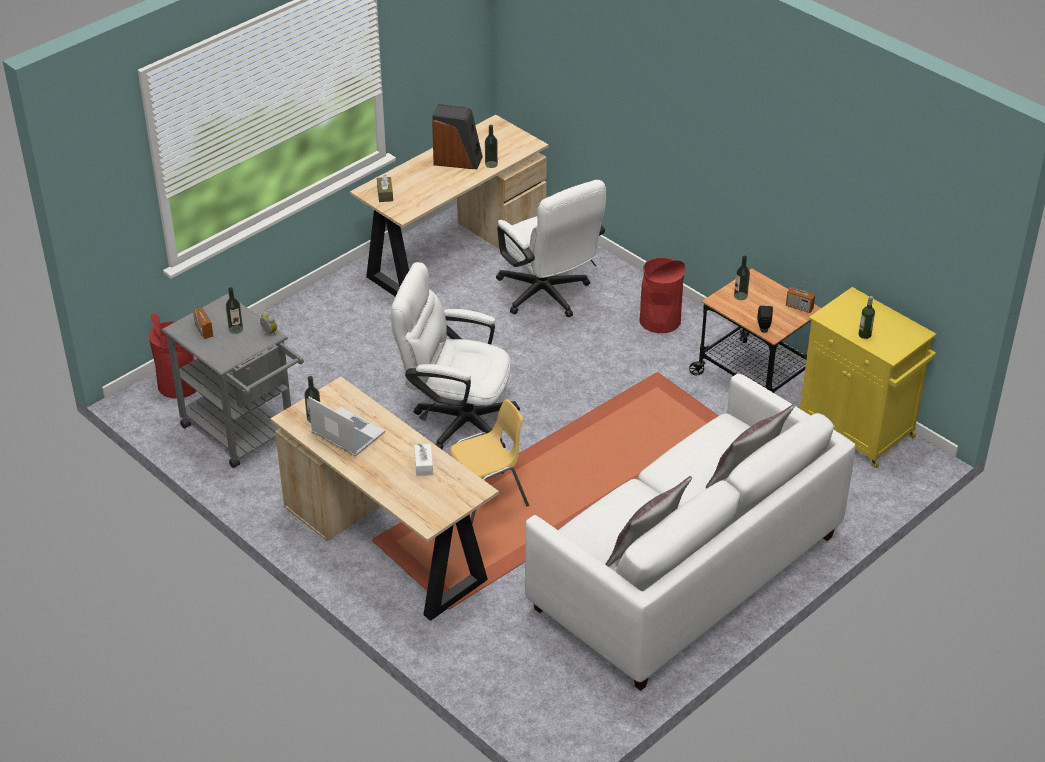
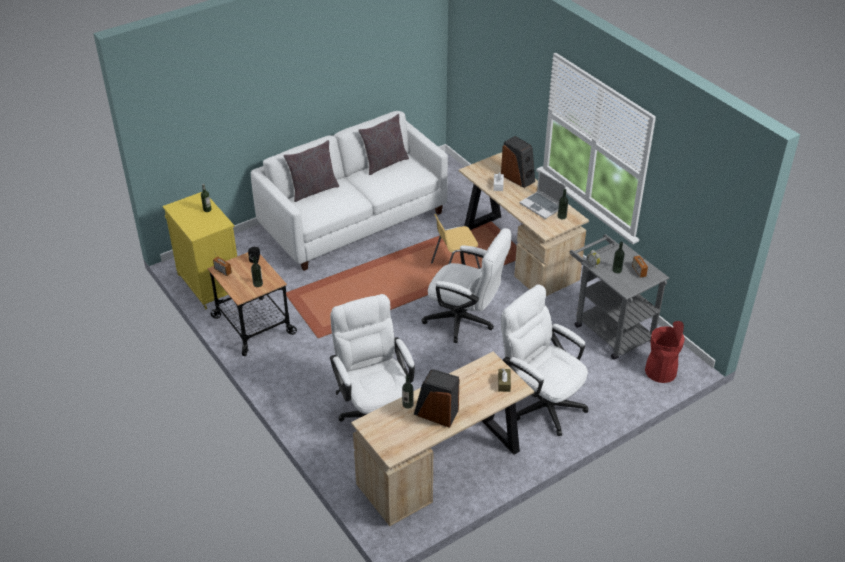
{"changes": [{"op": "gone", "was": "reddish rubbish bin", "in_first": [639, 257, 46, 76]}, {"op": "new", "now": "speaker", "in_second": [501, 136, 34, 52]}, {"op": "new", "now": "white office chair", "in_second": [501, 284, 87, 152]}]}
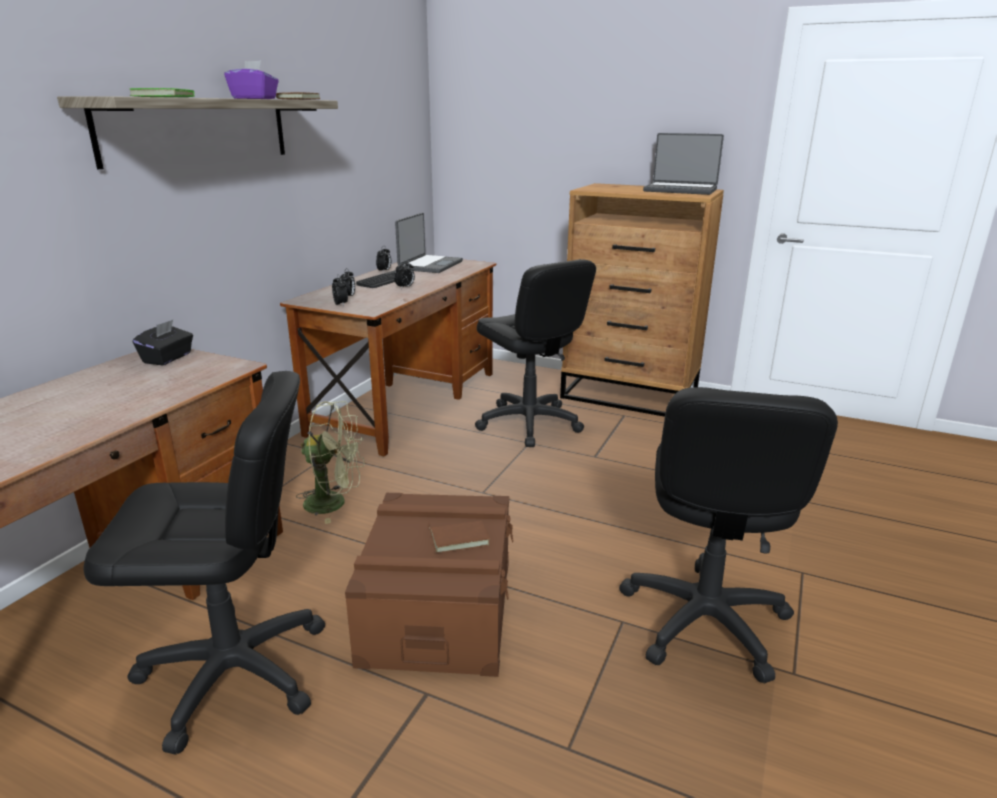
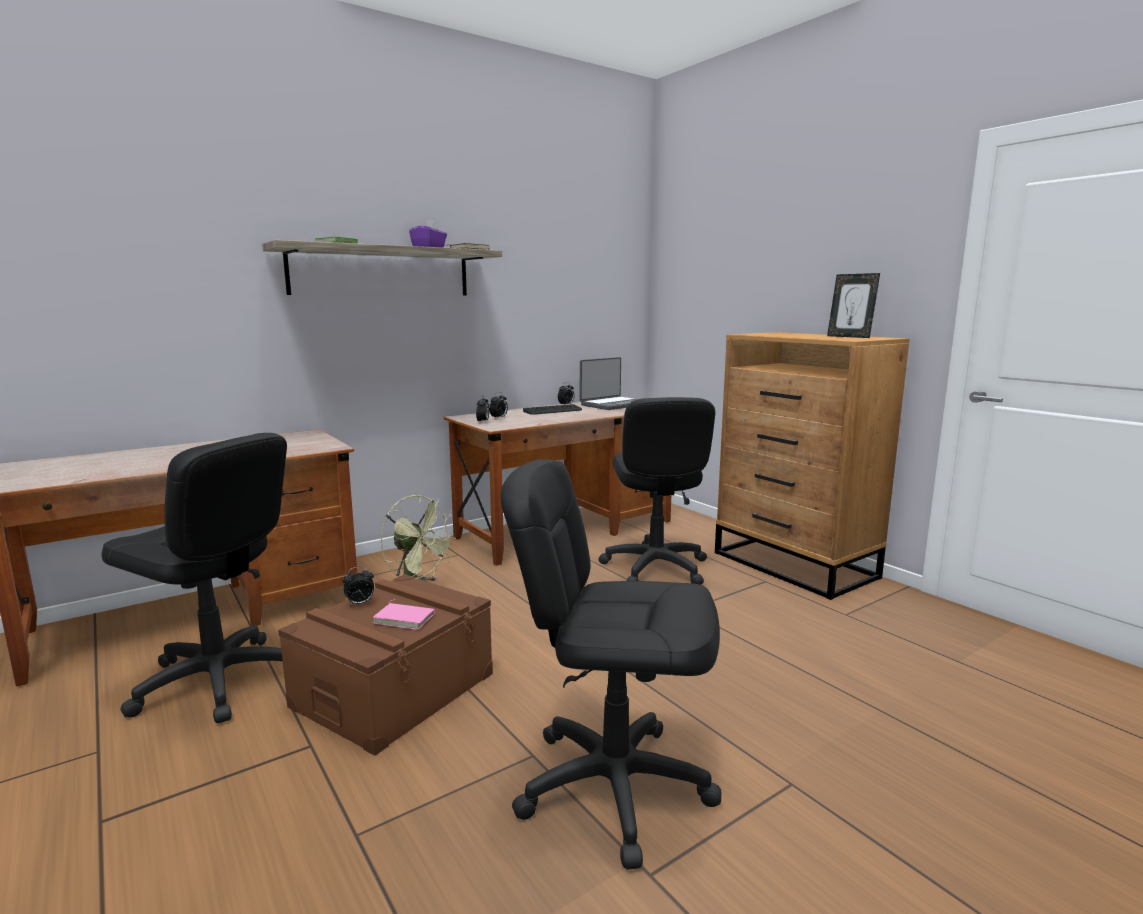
{"changes": [{"op": "swapped", "was": "laptop", "now": "picture frame", "in_first": [643, 133, 81, 62], "in_second": [827, 273, 53, 65]}, {"op": "shifted", "was": "bedside clock", "in_first": [394, 260, 21, 29], "in_second": [342, 566, 32, 40]}, {"op": "gone", "was": "blackish box of tissues", "in_first": [133, 320, 60, 45]}, {"op": "rotated", "was": "blackish office chair", "in_first": [619, 387, 219, 296], "in_second": [500, 459, 221, 411], "clockwise": 60}, {"op": "repainted", "was": "brown bound book", "now": "pink bound book", "in_first": [428, 520, 62, 33], "in_second": [372, 599, 63, 31]}]}
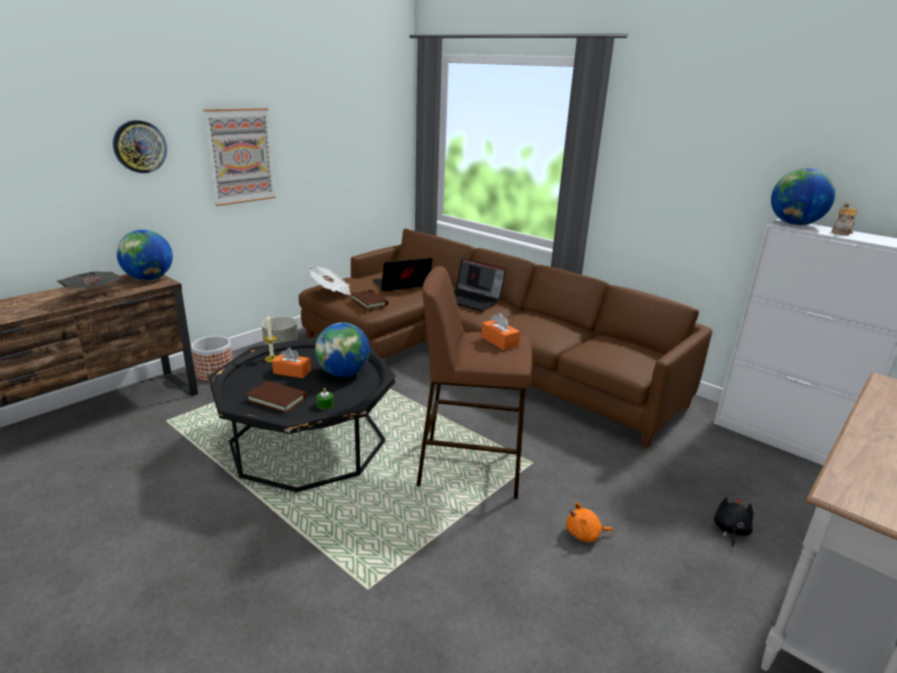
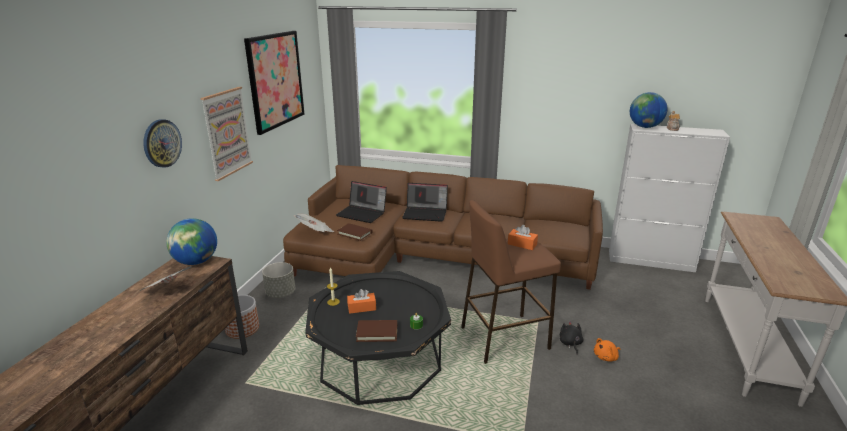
{"changes": [{"op": "rotated", "was": "laptop", "in_first": [372, 257, 61, 34], "in_second": [336, 181, 51, 42], "clockwise": -105}, {"op": "gone", "was": "desk globe", "in_first": [315, 322, 55, 55]}, {"op": "shifted", "was": "blackish cuddly toy", "in_first": [714, 497, 39, 50], "in_second": [560, 321, 23, 33]}, {"op": "new", "now": "wall picture", "in_second": [244, 31, 61, 104]}]}
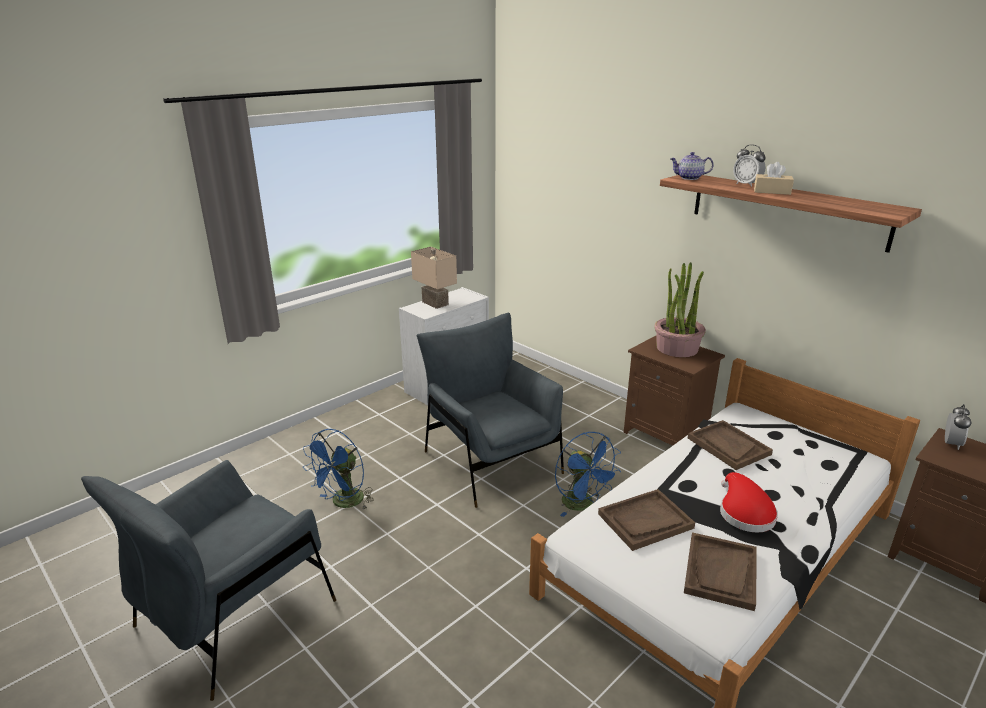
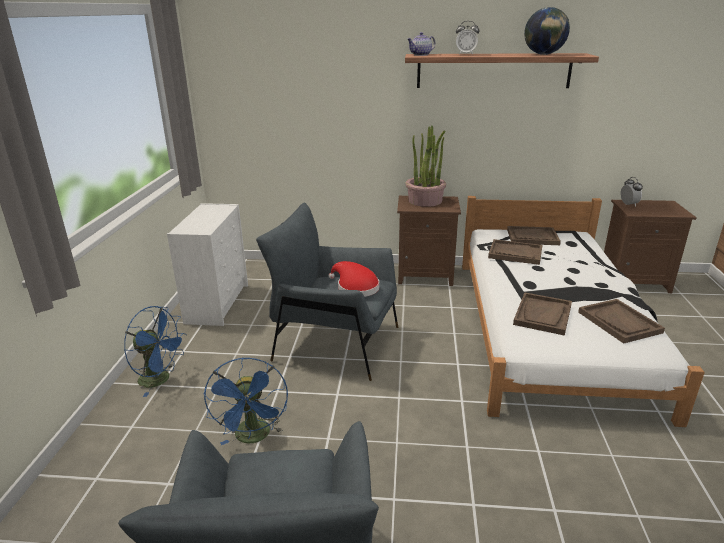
{"changes": [{"op": "gone", "was": "beige-coloured box of tissues", "in_first": [754, 162, 40, 33]}, {"op": "gone", "was": "beige-coloured lamp for a table", "in_first": [411, 247, 46, 62]}, {"op": "shifted", "was": "blue electric fan", "in_first": [555, 432, 66, 85], "in_second": [124, 306, 62, 91]}, {"op": "shifted", "was": "reddish hat", "in_first": [720, 472, 58, 61], "in_second": [329, 261, 50, 36]}, {"op": "new", "now": "desk globe", "in_second": [524, 7, 46, 48]}, {"op": "new", "now": "brown tray", "in_second": [507, 226, 54, 19]}]}
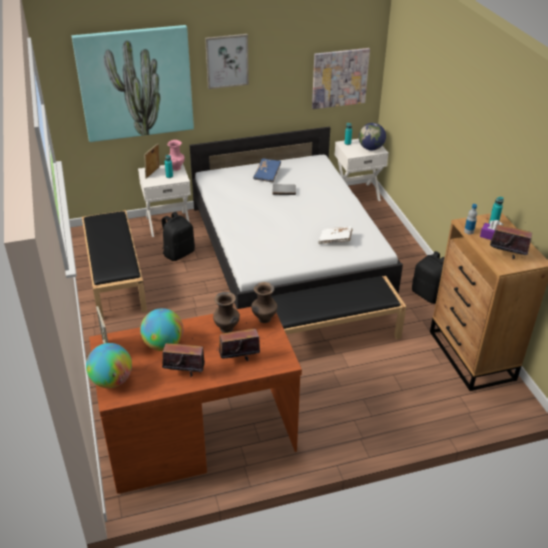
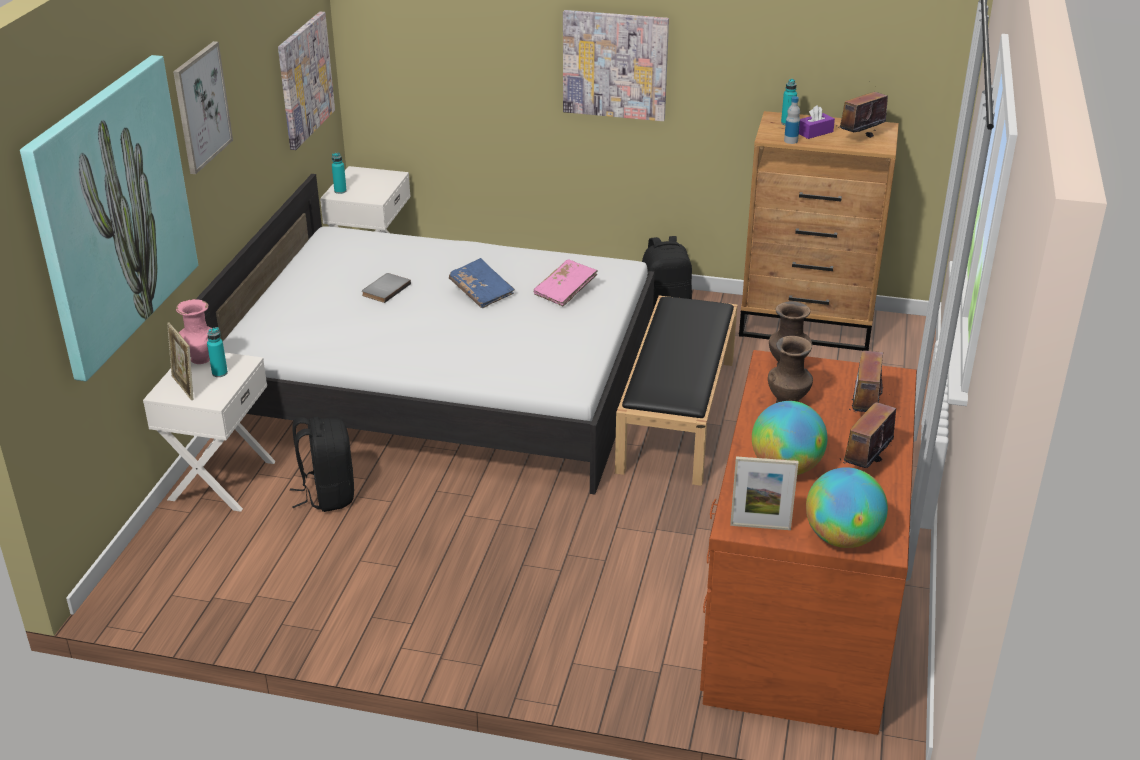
{"changes": [{"op": "gone", "was": "desk globe", "in_first": [359, 123, 27, 27]}, {"op": "shifted", "was": "blue bound book", "in_first": [253, 158, 28, 24], "in_second": [449, 258, 66, 50]}, {"op": "gone", "was": "blackish indoor bench", "in_first": [82, 210, 65, 110]}, {"op": "repainted", "was": "white bound book", "now": "pink bound book", "in_first": [318, 226, 35, 18], "in_second": [534, 259, 63, 48]}, {"op": "new", "now": "wall picture", "in_second": [563, 10, 106, 111]}]}
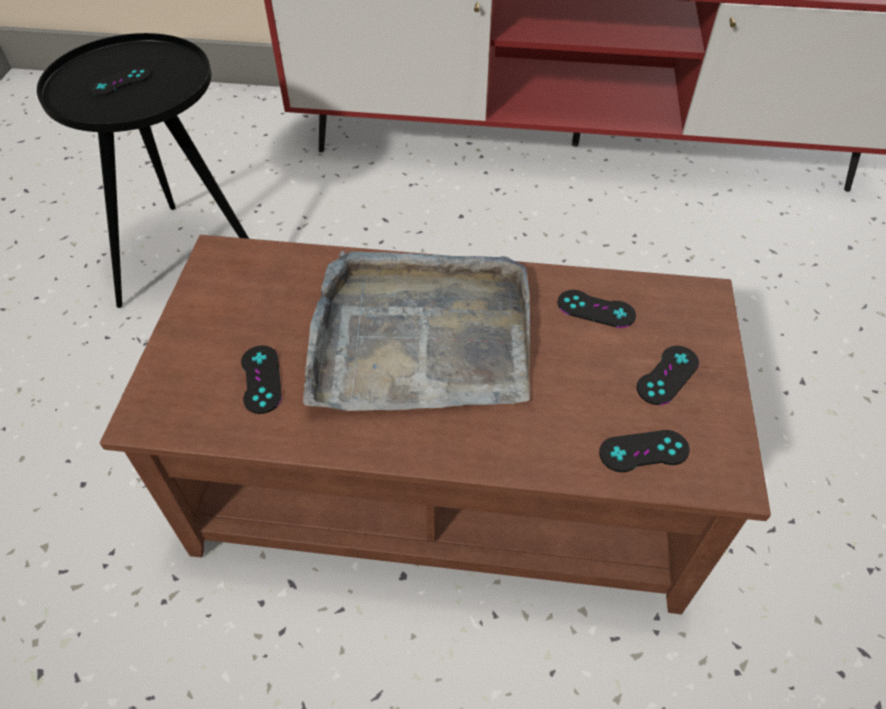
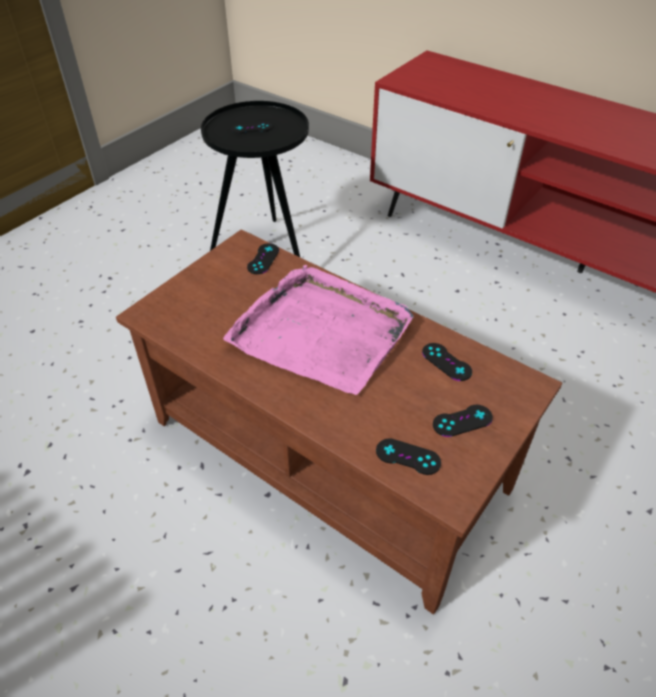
{"changes": [{"op": "repainted", "was": "grey tray", "now": "pink tray", "in_first": [303, 251, 227, 160], "in_second": [223, 265, 191, 130]}, {"op": "shifted", "was": "blackish game controller", "in_first": [241, 346, 41, 68], "in_second": [247, 243, 32, 31]}]}
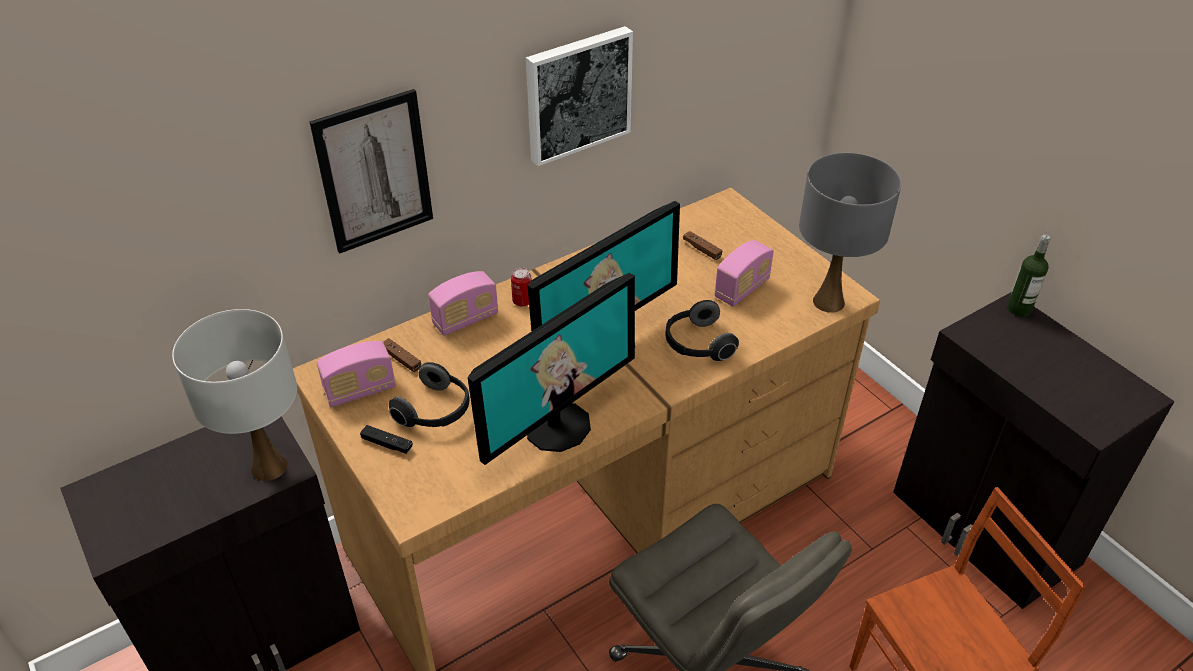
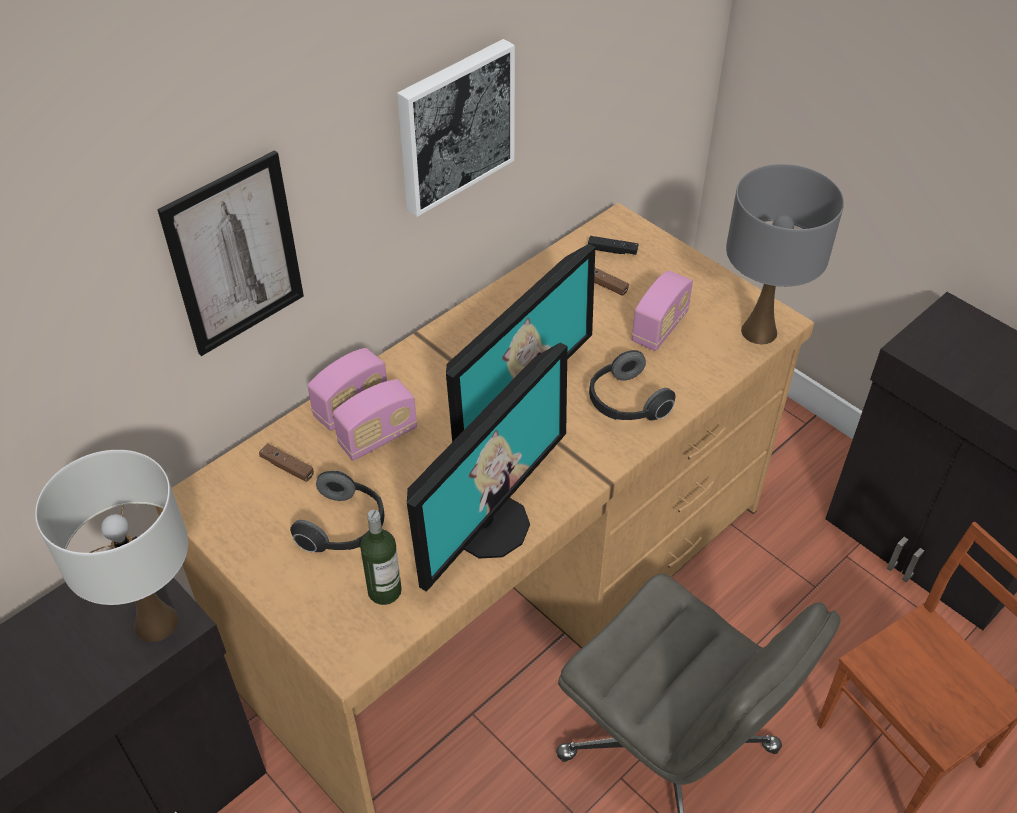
{"changes": [{"op": "shifted", "was": "beverage bottle", "in_first": [1007, 235, 43, 82], "in_second": [360, 510, 42, 95]}, {"op": "gone", "was": "metal can", "in_first": [511, 267, 21, 39]}, {"op": "shifted", "was": "radio receiver", "in_first": [317, 341, 79, 66], "in_second": [333, 379, 84, 82]}, {"op": "shifted", "was": "blackish game controller", "in_first": [360, 425, 53, 29], "in_second": [588, 236, 51, 19]}]}
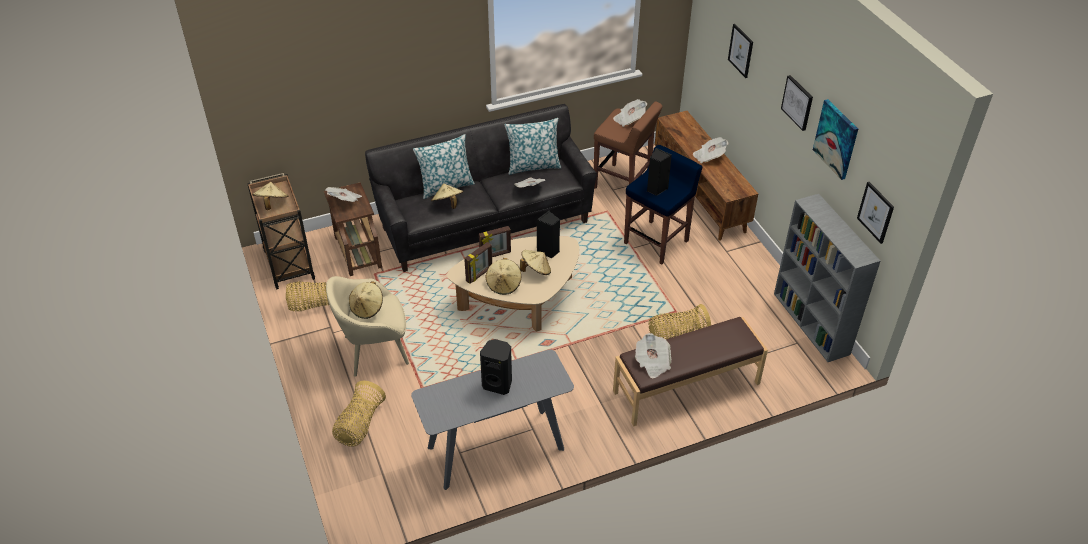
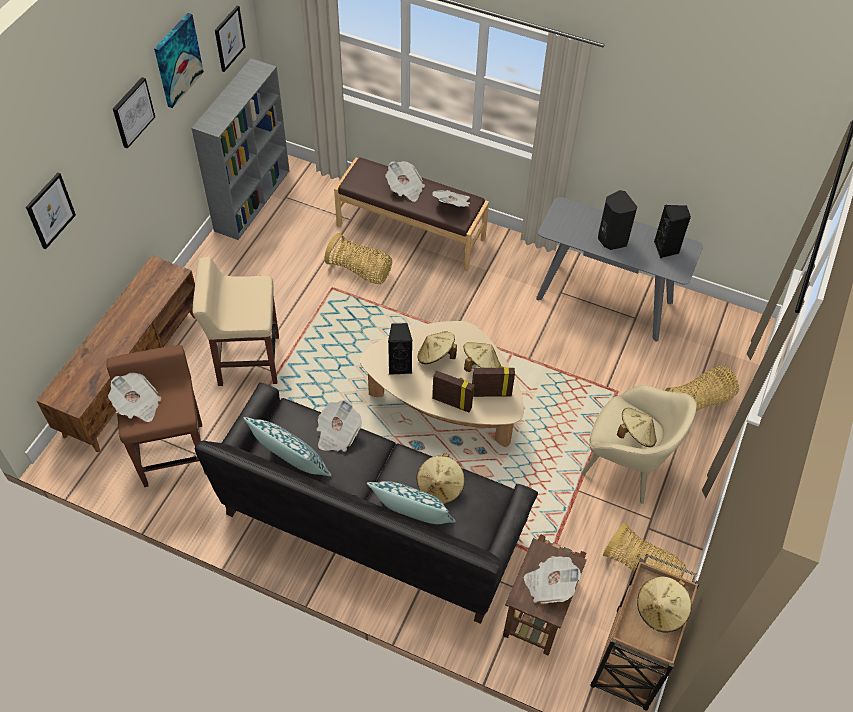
{"changes": [{"op": "shifted", "was": "printed paper", "in_first": [693, 137, 35, 26], "in_second": [386, 161, 39, 41]}, {"op": "repainted", "was": "blue stool seat", "now": "beige-coloured stool seat", "in_first": [624, 145, 78, 119], "in_second": [193, 257, 86, 129]}, {"op": "shifted", "was": "blackish speaker", "in_first": [647, 148, 25, 48], "in_second": [654, 205, 37, 53]}]}
